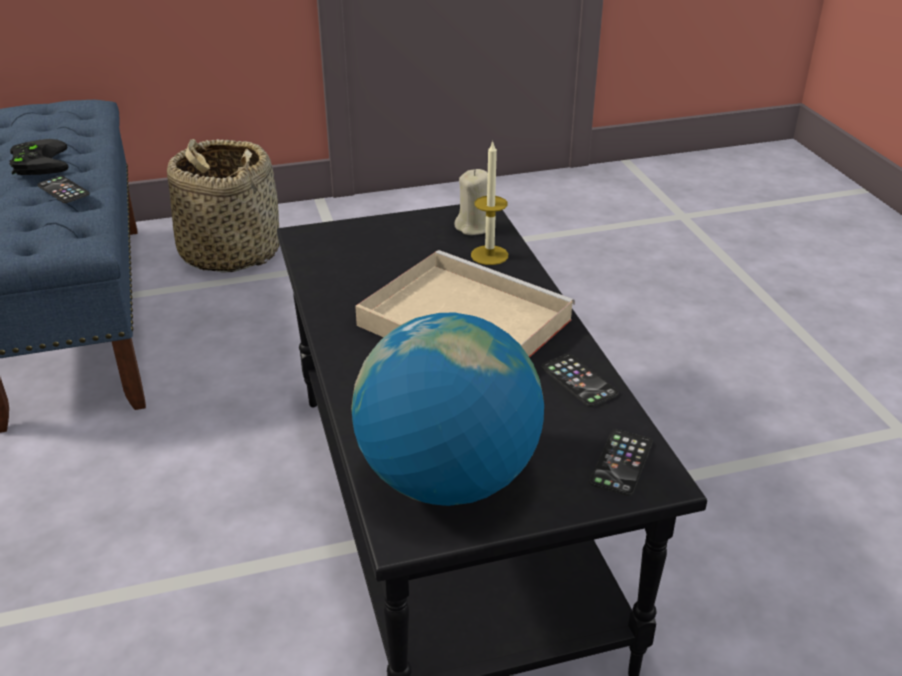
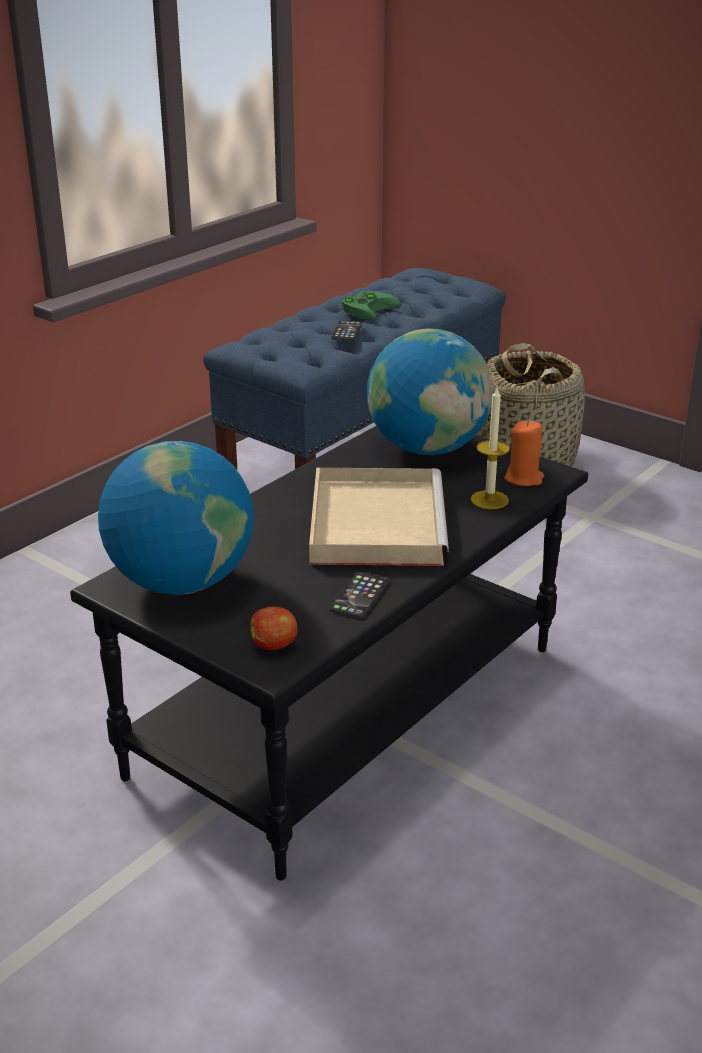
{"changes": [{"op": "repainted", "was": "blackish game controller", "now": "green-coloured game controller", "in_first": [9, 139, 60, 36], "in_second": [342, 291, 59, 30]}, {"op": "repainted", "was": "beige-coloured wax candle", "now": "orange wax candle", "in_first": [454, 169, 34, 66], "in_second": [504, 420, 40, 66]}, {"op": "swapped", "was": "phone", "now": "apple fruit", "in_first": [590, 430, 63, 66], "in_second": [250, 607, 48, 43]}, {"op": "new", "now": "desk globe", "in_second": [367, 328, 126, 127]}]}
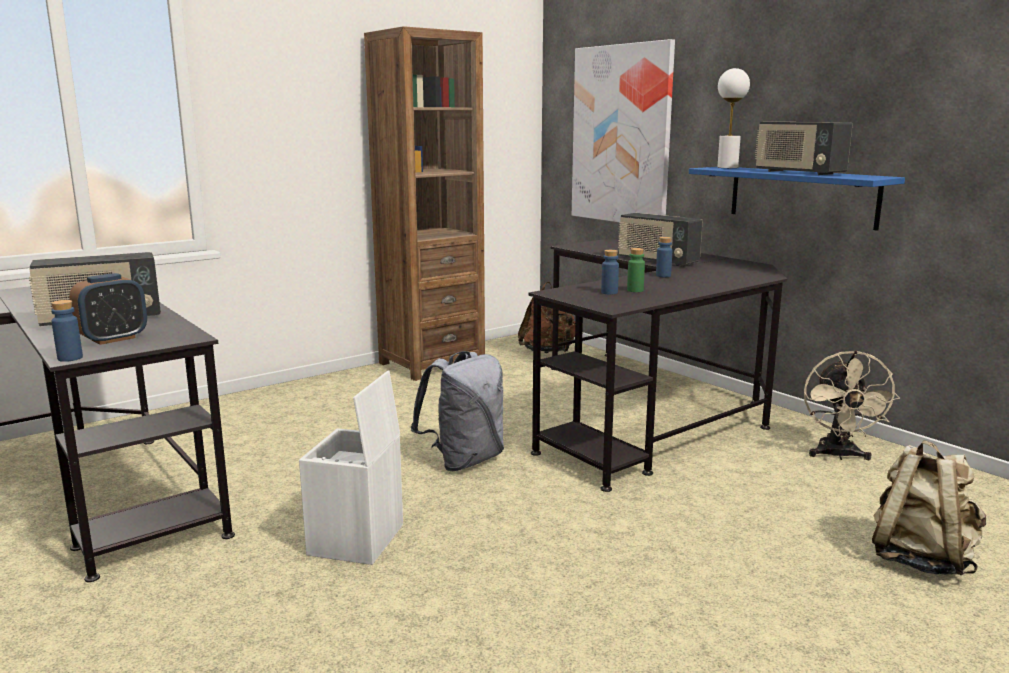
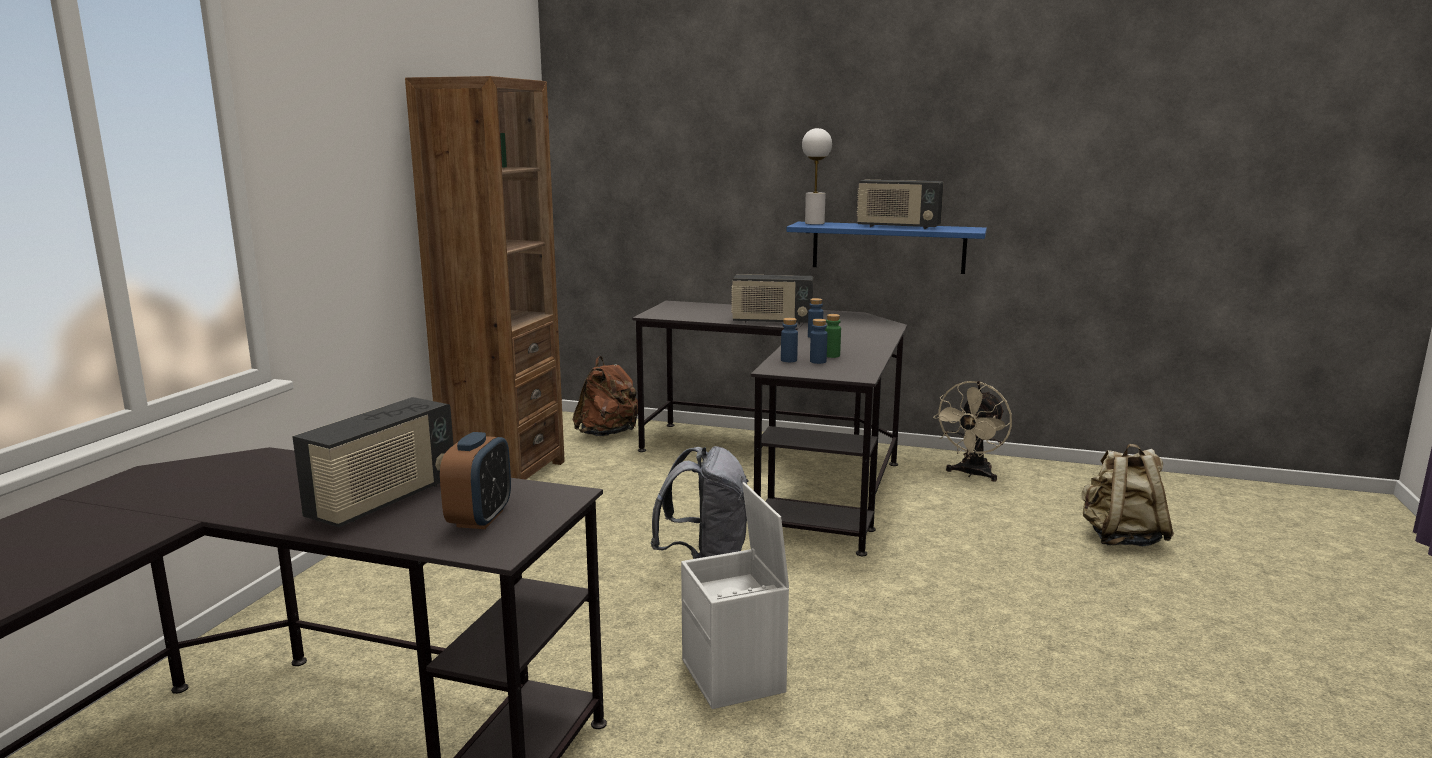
{"changes": [{"op": "gone", "was": "wall picture", "in_first": [572, 39, 103, 183]}, {"op": "shifted", "was": "blue beverage bottle", "in_first": [51, 300, 32, 62], "in_second": [781, 318, 17, 44]}, {"op": "rotated", "was": "beige-coloured electric fan", "in_first": [804, 350, 96, 110], "in_second": [933, 381, 79, 101], "clockwise": 60}]}
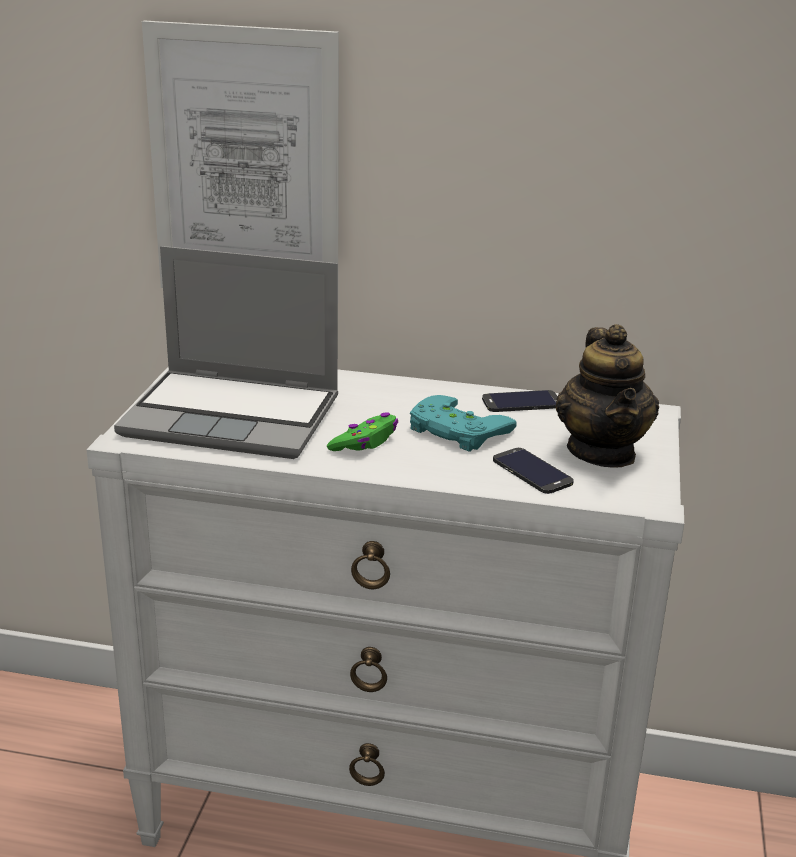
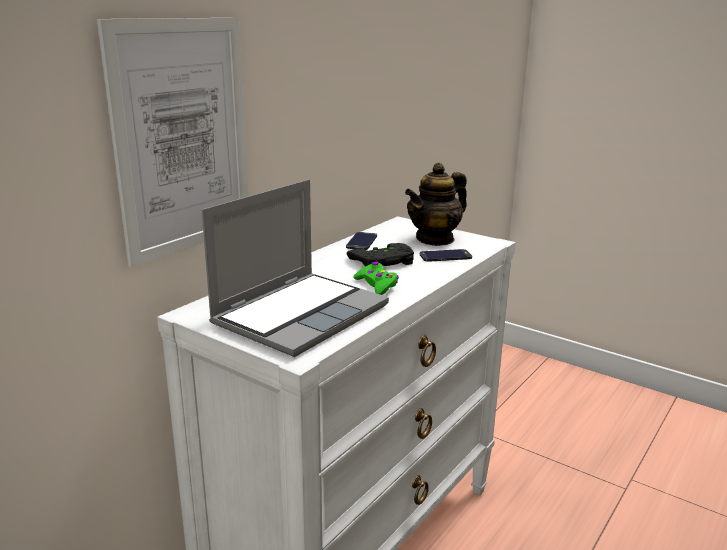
{"changes": [{"op": "rotated", "was": "teapot", "in_first": [555, 324, 104, 144], "in_second": [405, 162, 62, 84], "clockwise": 120}, {"op": "repainted", "was": "turquoise-coloured game controller", "now": "blackish game controller", "in_first": [410, 395, 107, 57], "in_second": [347, 243, 67, 24]}]}
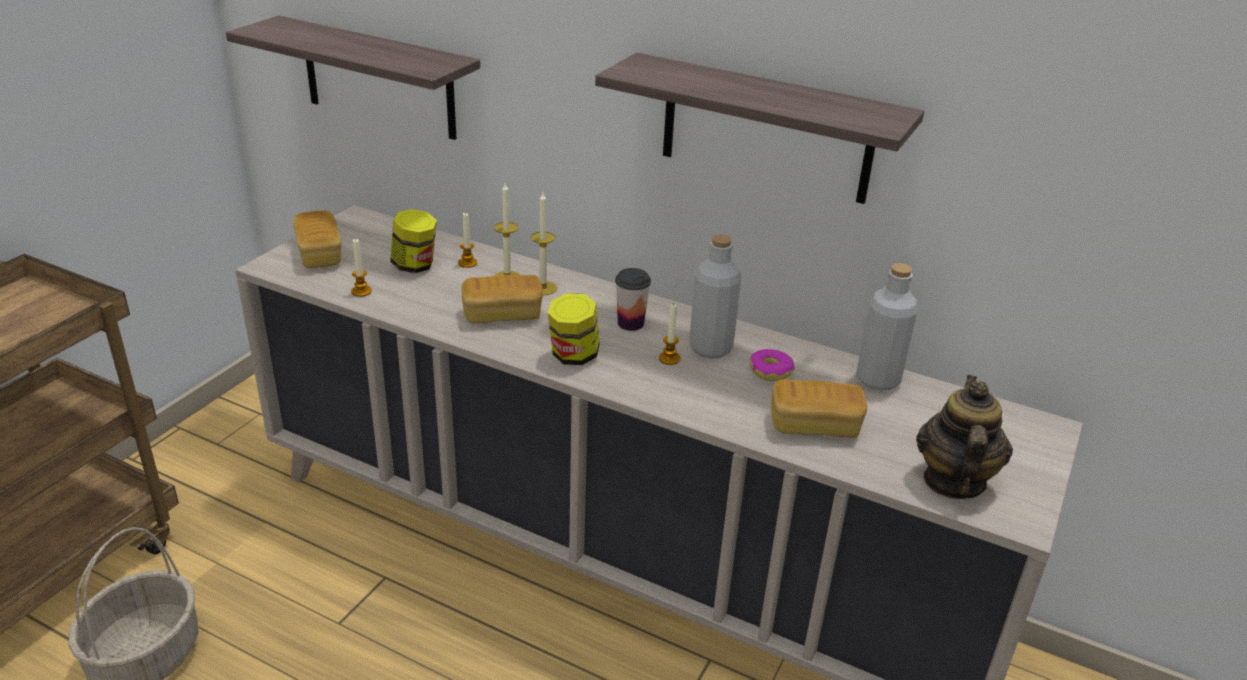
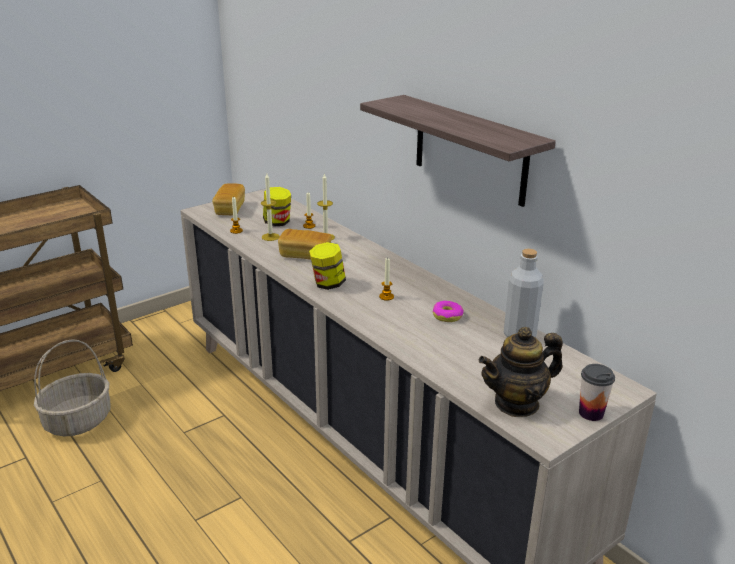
{"changes": [{"op": "gone", "was": "wall shelf", "in_first": [226, 15, 254, 125]}, {"op": "shifted", "was": "wax candle", "in_first": [531, 193, 26, 103], "in_second": [261, 174, 19, 67]}, {"op": "gone", "was": "grey beverage bottle", "in_first": [689, 234, 52, 125]}, {"op": "shifted", "was": "drinking cup", "in_first": [615, 268, 36, 63], "in_second": [579, 364, 36, 57]}, {"op": "rotated", "was": "teapot", "in_first": [916, 375, 97, 124], "in_second": [479, 327, 84, 90], "clockwise": -150}, {"op": "gone", "was": "bread", "in_first": [771, 379, 96, 59]}]}
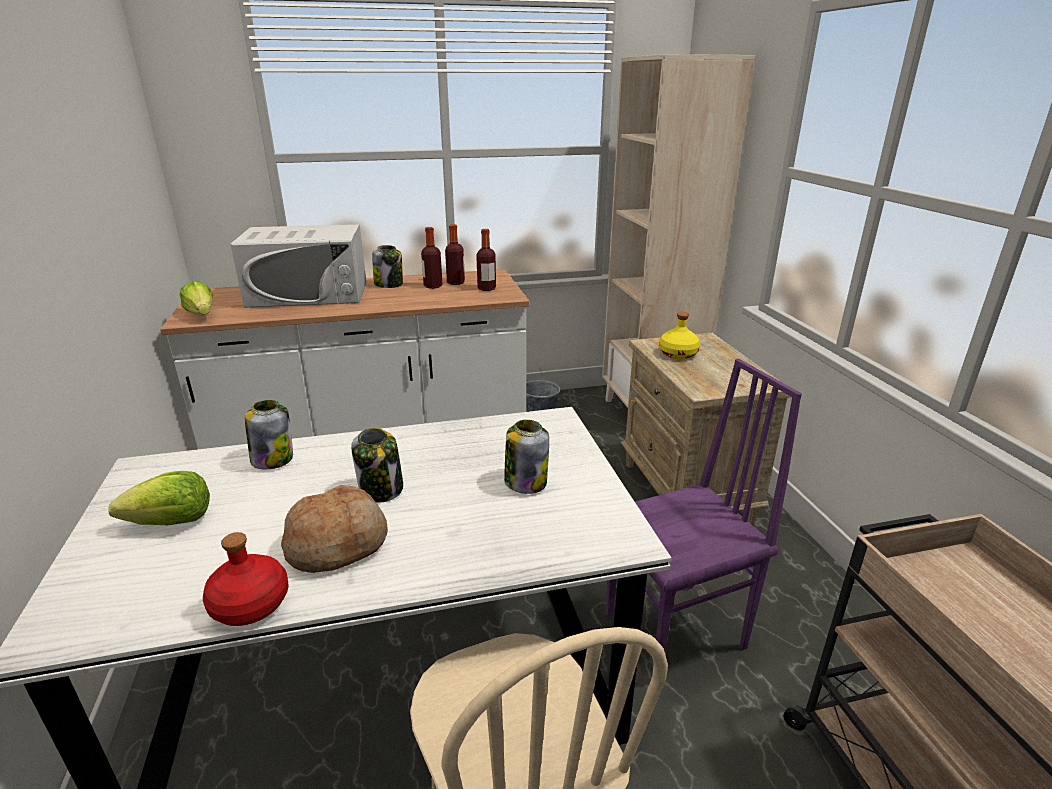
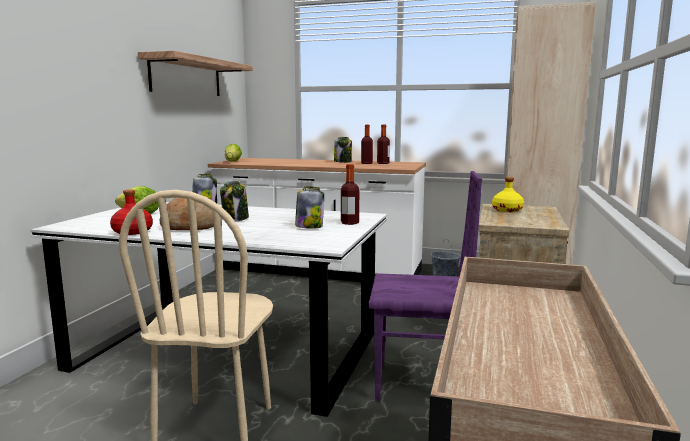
{"changes": [{"op": "gone", "was": "white kitchen microwave", "in_first": [230, 224, 136, 84]}, {"op": "shifted", "was": "beverage bottle", "in_first": [476, 229, 20, 62], "in_second": [341, 164, 18, 61]}, {"op": "new", "now": "wall shelf", "in_second": [138, 51, 115, 45]}]}
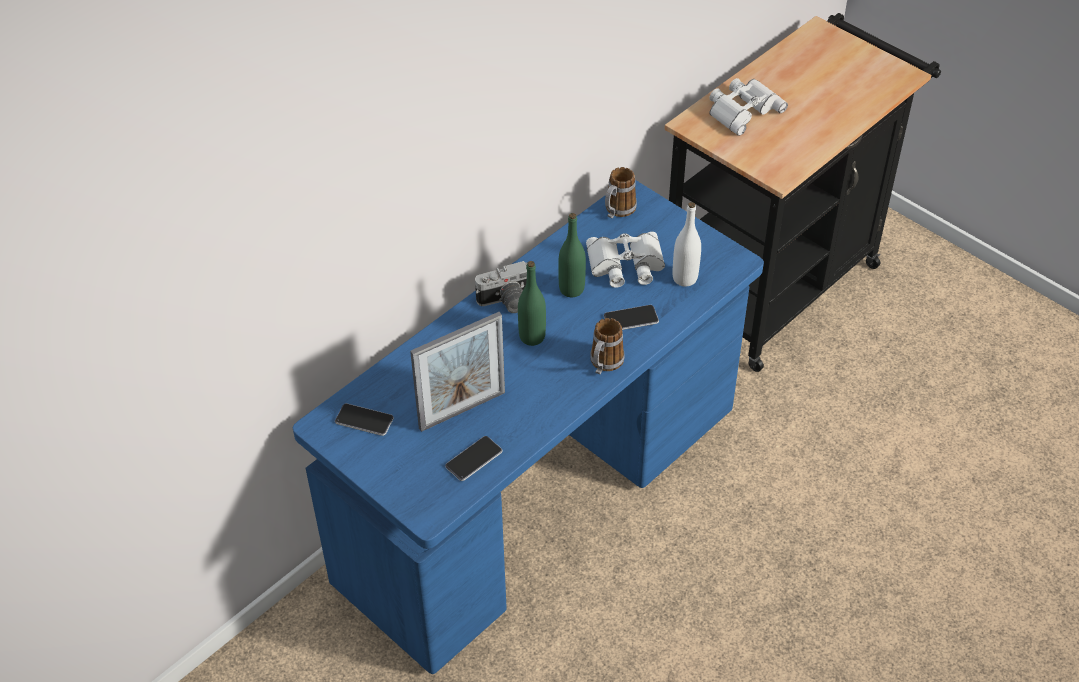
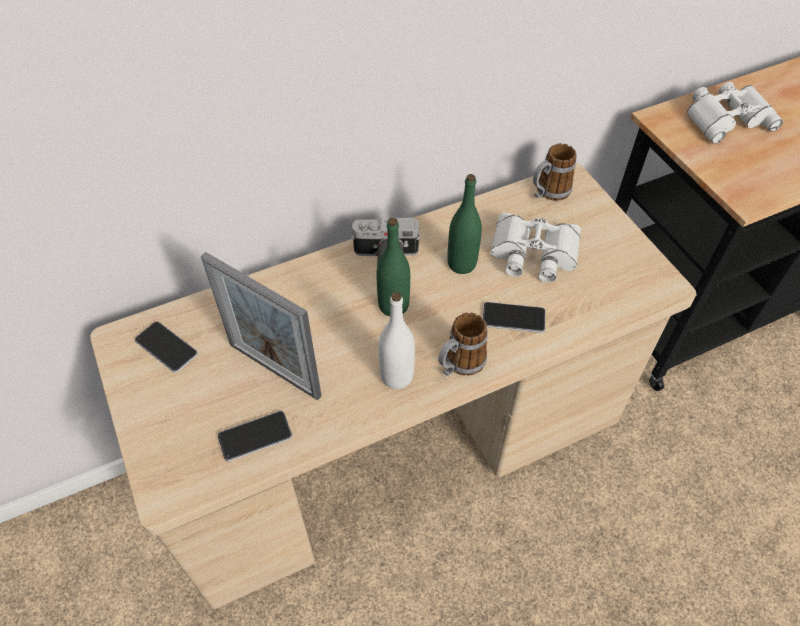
{"changes": [{"op": "repainted", "was": "blue desk unit", "now": "beige-coloured desk unit", "in_first": [293, 180, 471, 494], "in_second": [90, 163, 607, 446]}, {"op": "shifted", "was": "white beverage bottle", "in_first": [673, 202, 28, 85], "in_second": [379, 292, 36, 97]}, {"op": "rotated", "was": "picture frame", "in_first": [410, 312, 95, 120], "in_second": [201, 252, 121, 148], "clockwise": 45}]}
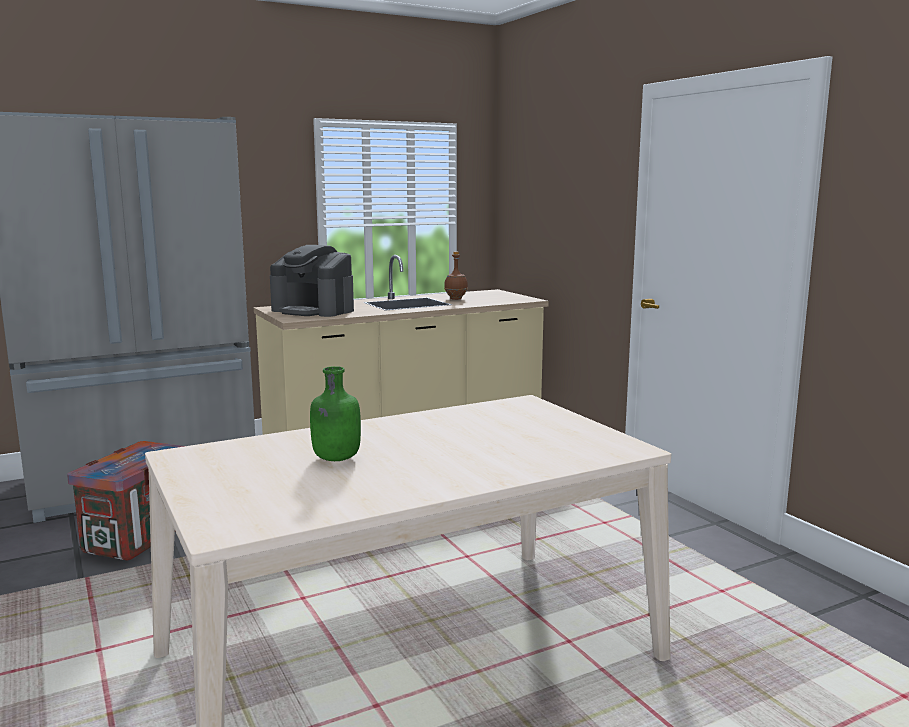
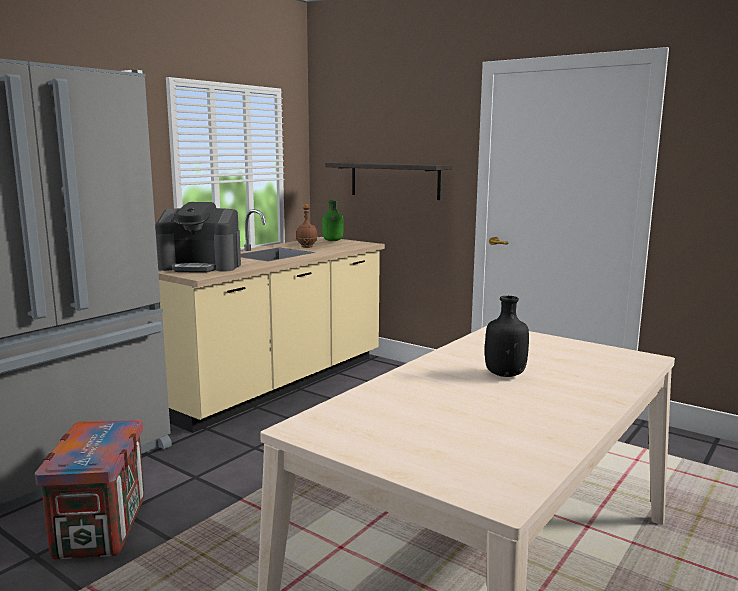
{"changes": [{"op": "shifted", "was": "green-coloured beverage bottle", "in_first": [310, 366, 51, 95], "in_second": [322, 200, 22, 41]}, {"op": "new", "now": "wall shelf", "in_second": [325, 162, 127, 38]}, {"op": "new", "now": "blackish beverage bottle", "in_second": [485, 296, 44, 81]}]}
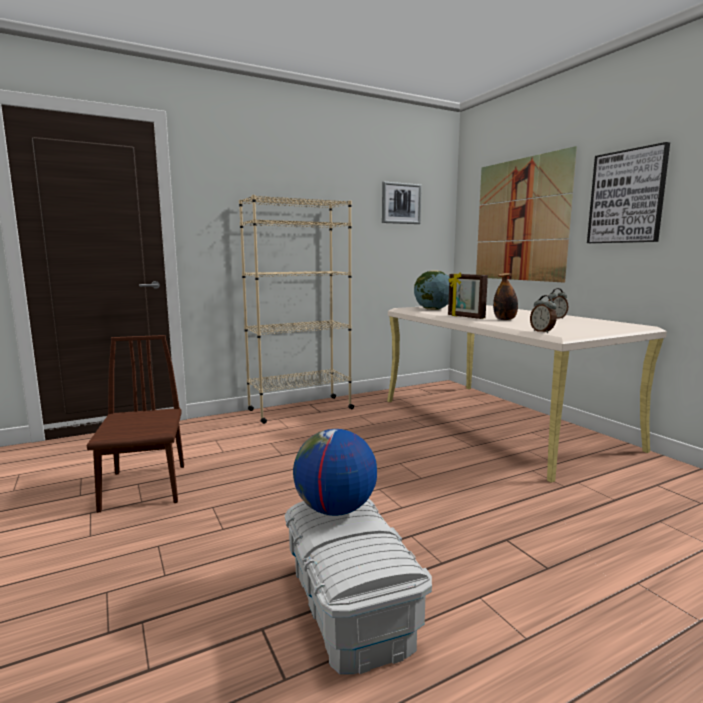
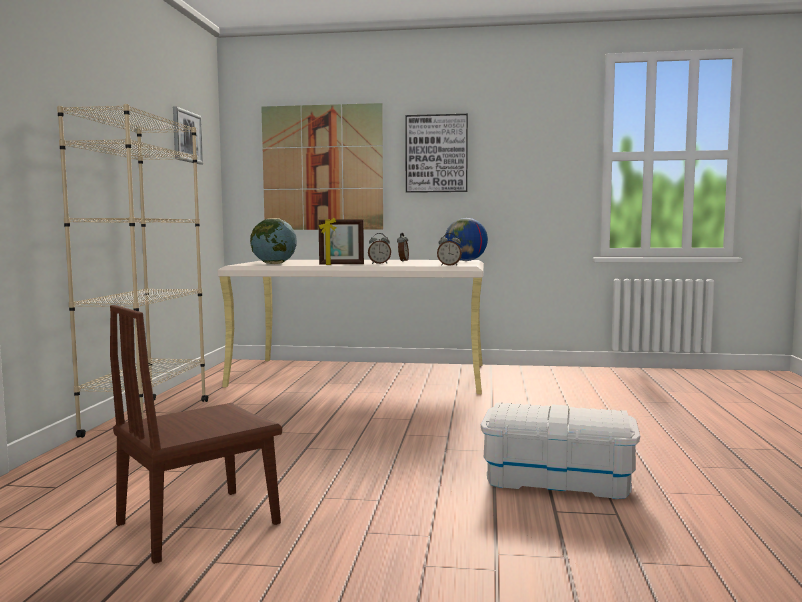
{"changes": [{"op": "swapped", "was": "beverage bottle", "now": "bedside clock", "in_first": [493, 273, 25, 47], "in_second": [368, 233, 23, 31]}, {"op": "rotated", "was": "brown chair", "in_first": [87, 335, 97, 178], "in_second": [110, 305, 172, 259], "clockwise": -60}, {"op": "shifted", "was": "desk globe", "in_first": [293, 429, 84, 87], "in_second": [445, 218, 43, 43]}]}
